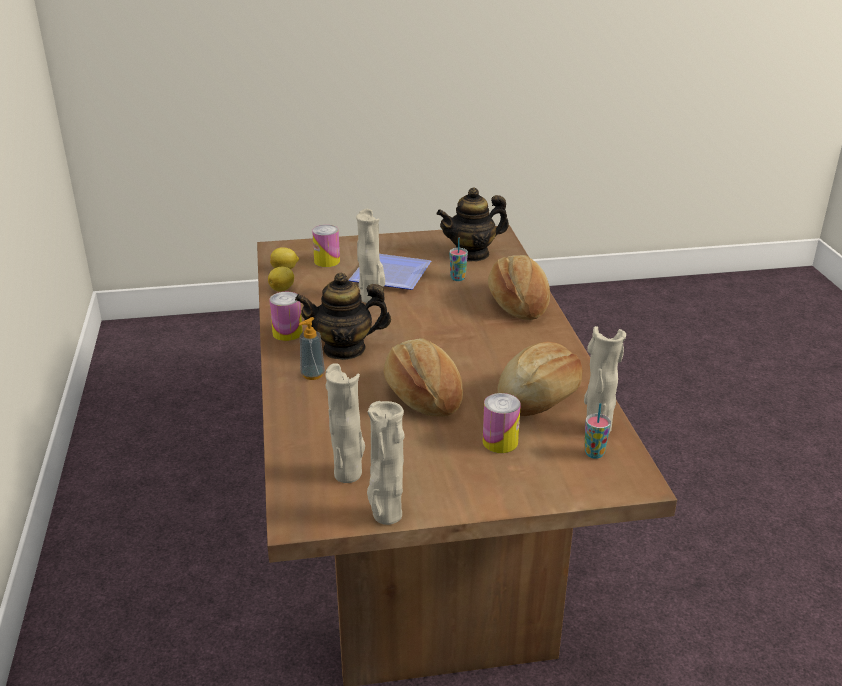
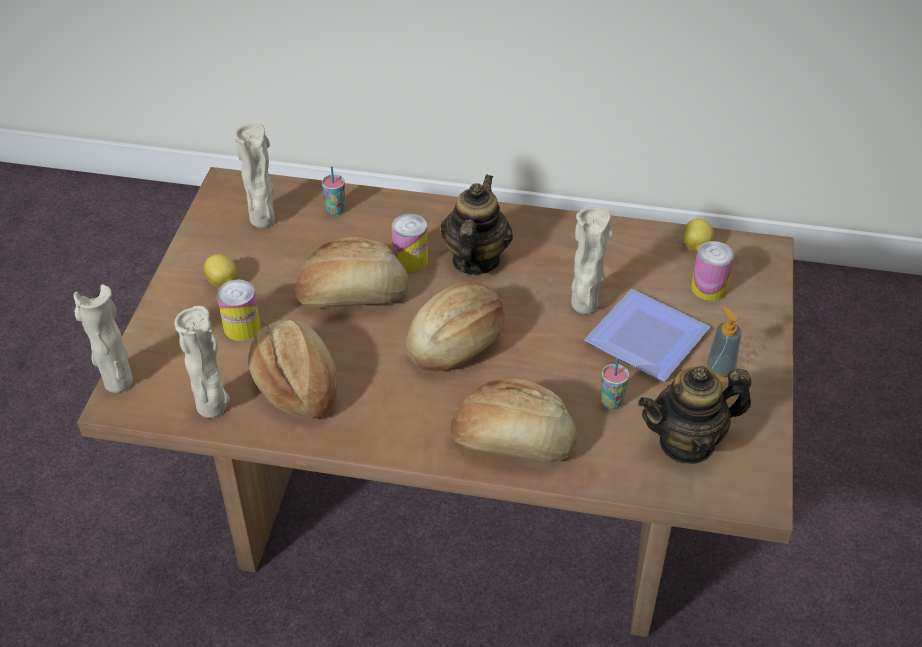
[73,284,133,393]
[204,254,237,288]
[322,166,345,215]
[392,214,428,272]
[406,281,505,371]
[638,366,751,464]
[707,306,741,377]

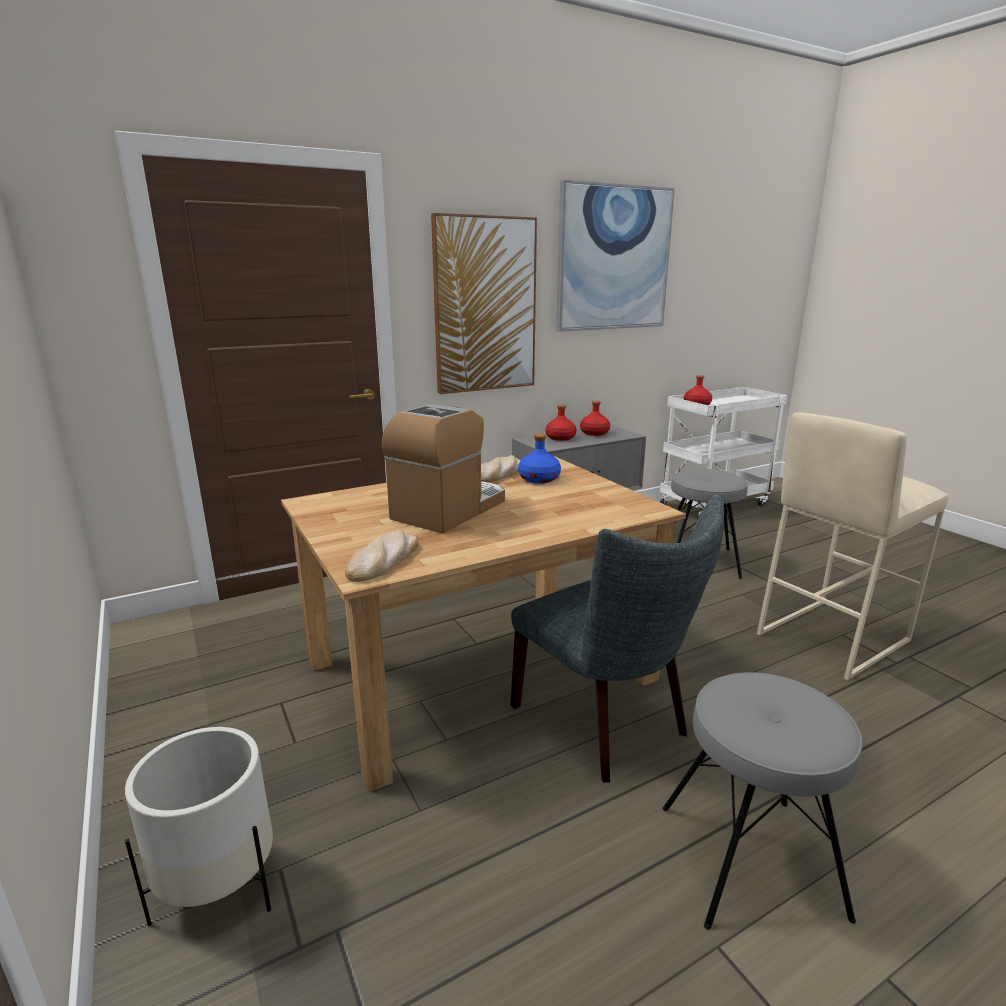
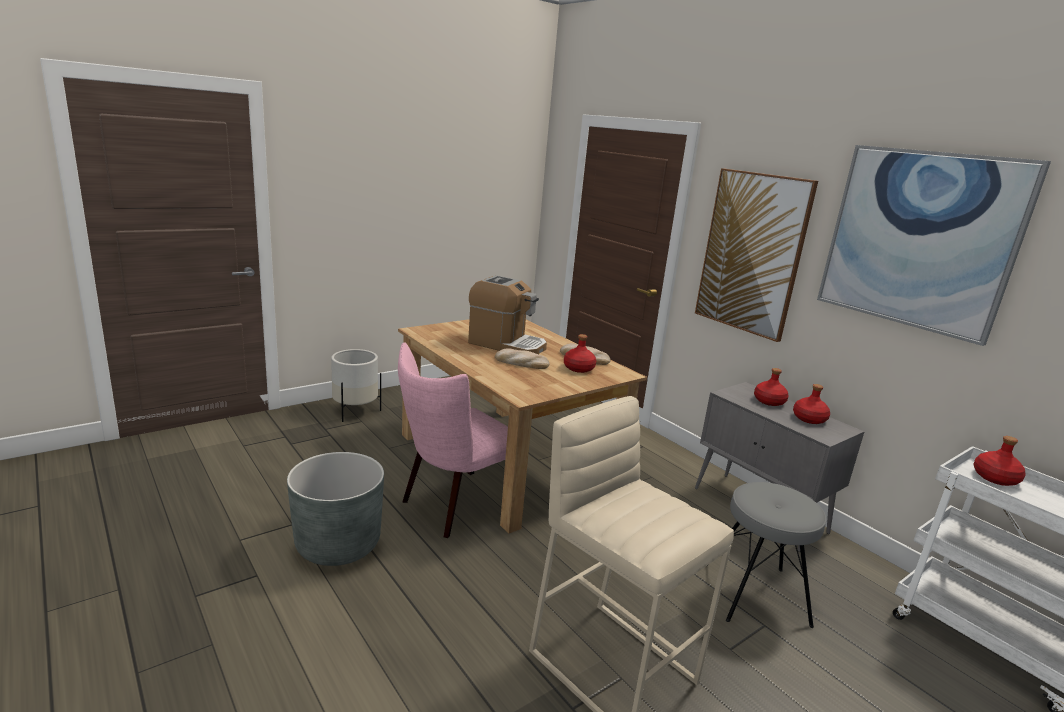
[287,452,384,566]
[398,342,508,538]
[495,348,550,369]
[564,334,596,373]

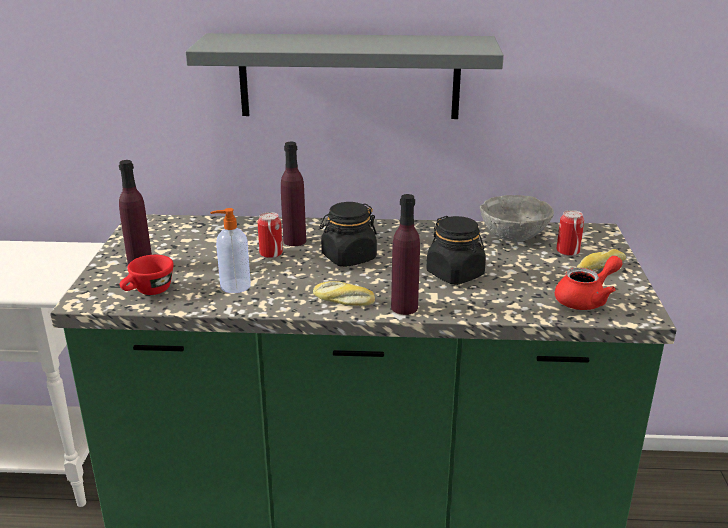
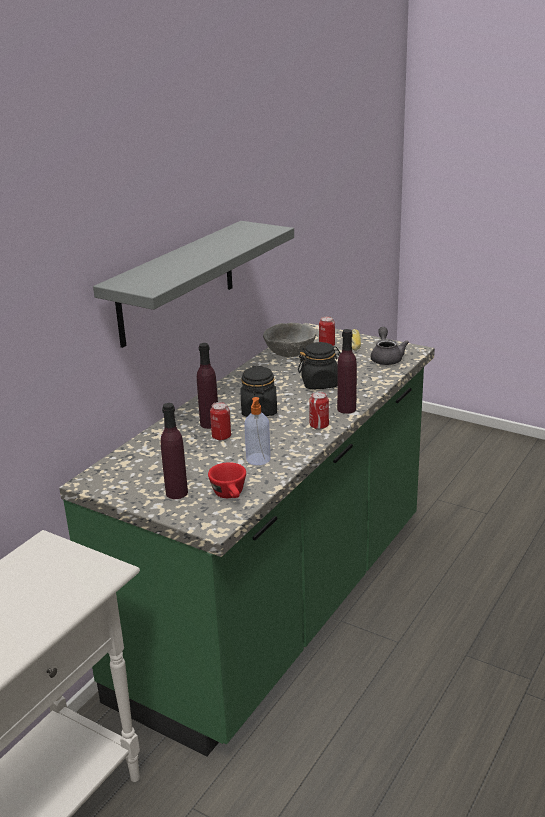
[309,391,329,429]
[371,327,409,365]

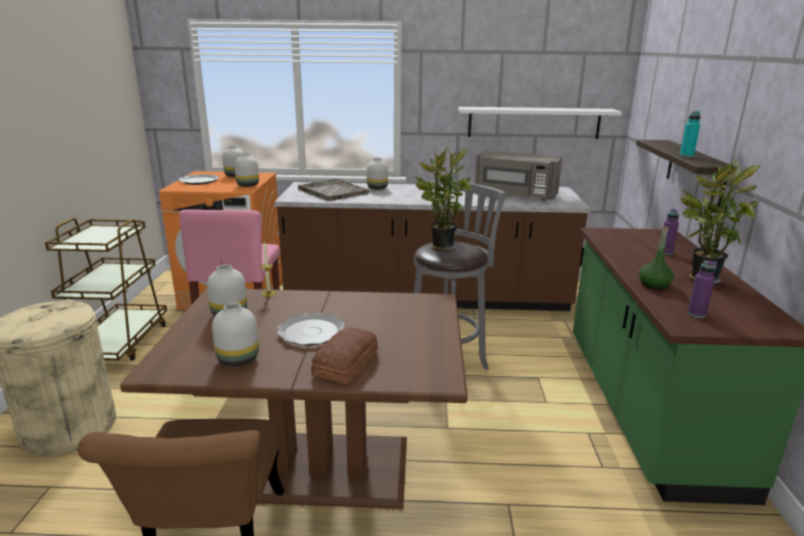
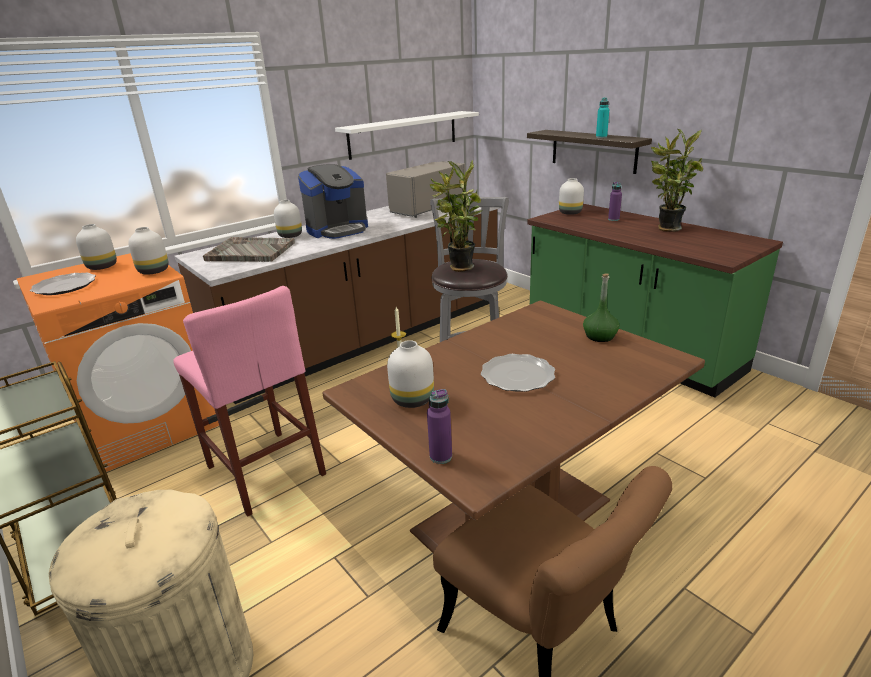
[298,164,368,239]
[386,161,465,218]
[427,389,452,464]
[559,178,584,215]
[583,273,619,342]
[311,328,378,384] (first image)

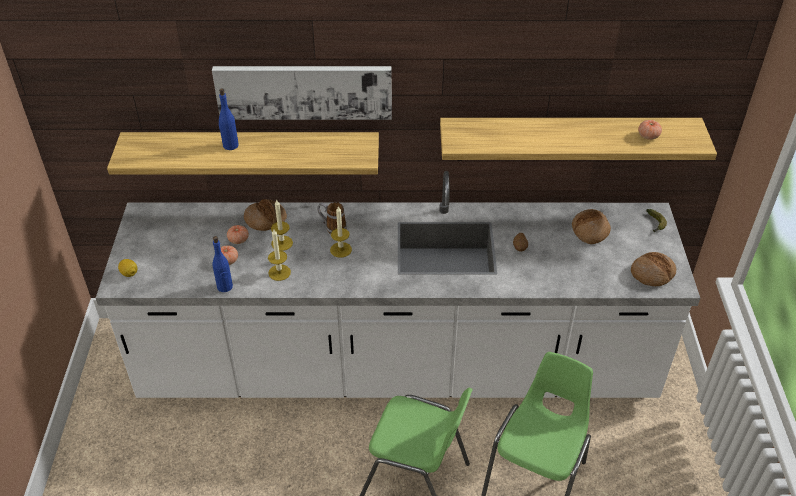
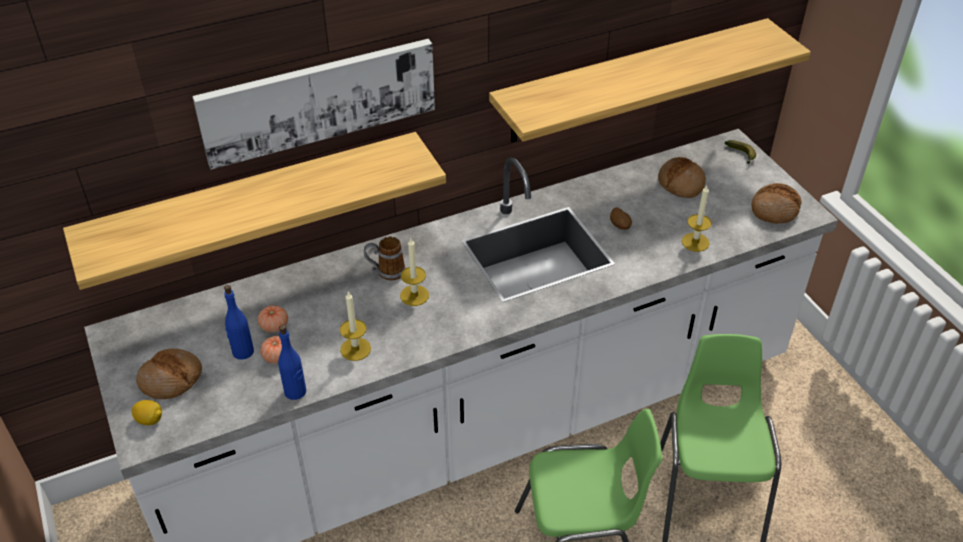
[136,349,202,399]
[224,285,254,360]
[682,186,712,252]
[638,120,662,140] (first image)

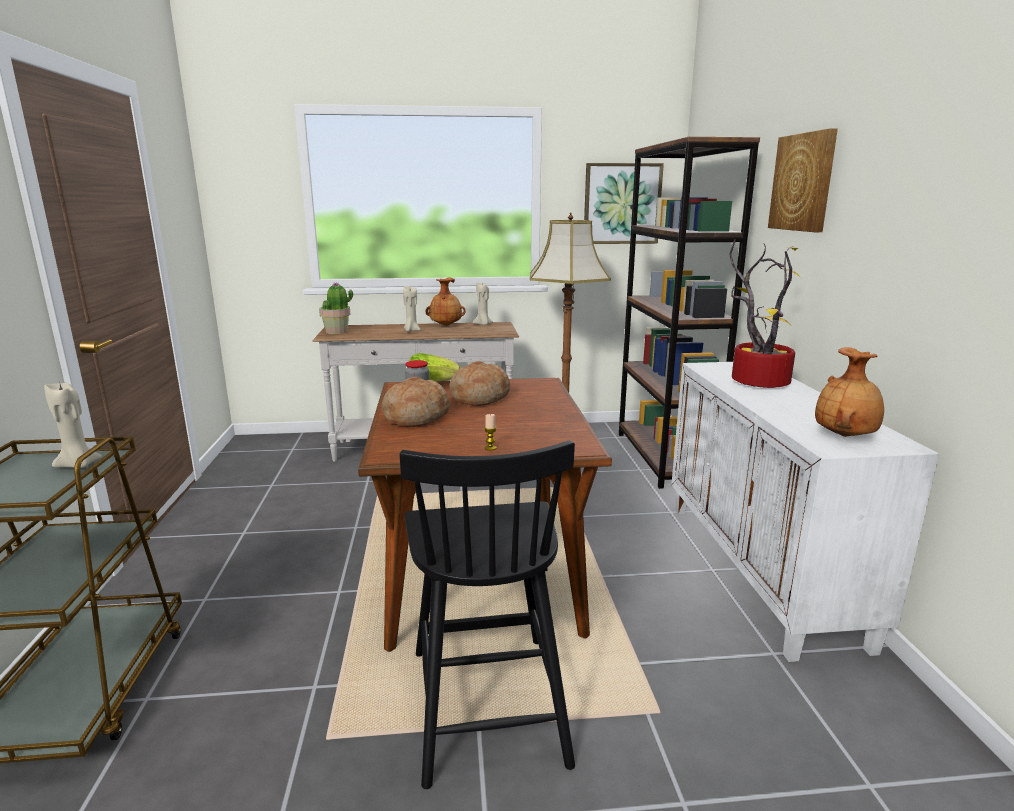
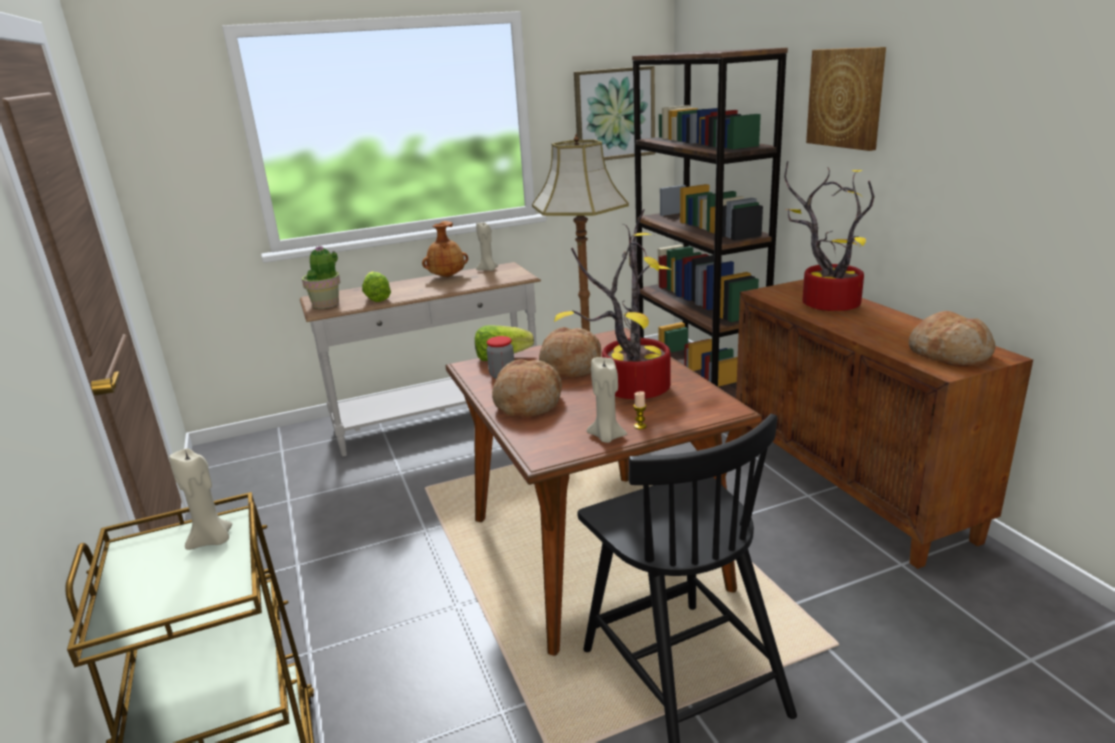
[362,271,391,302]
[554,209,679,399]
[587,357,627,443]
[736,279,1033,569]
[908,311,996,366]

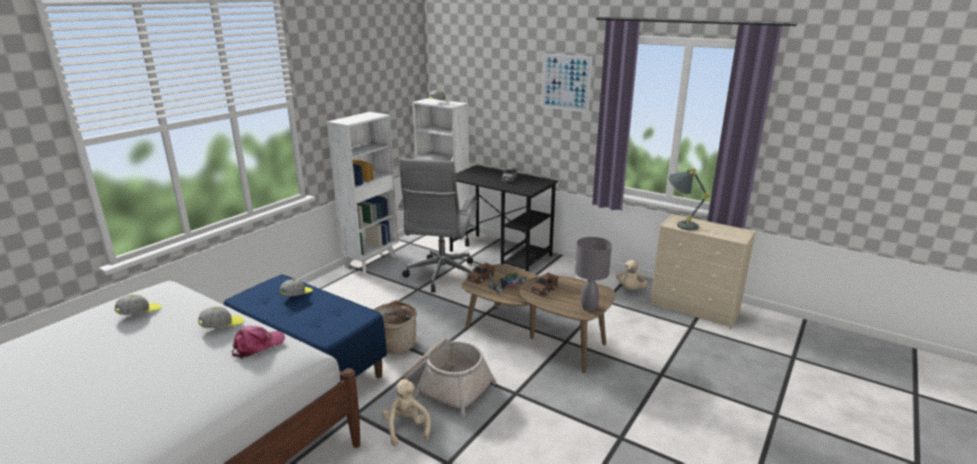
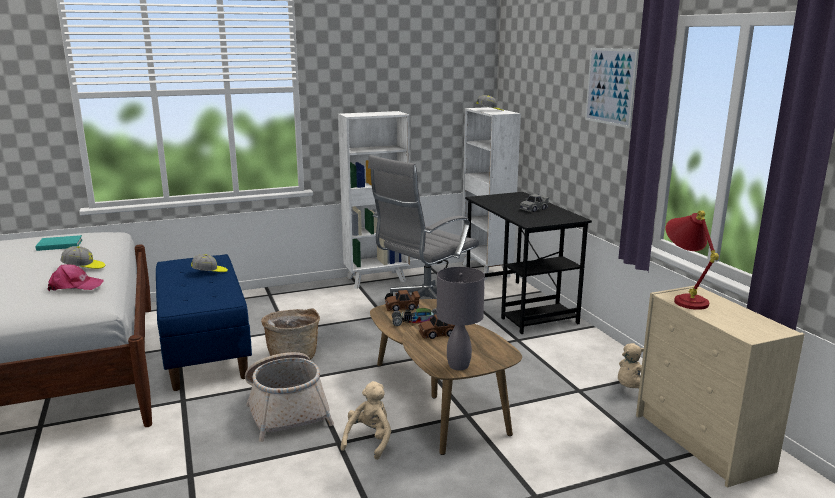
[35,235,83,251]
[341,381,391,460]
[666,211,719,310]

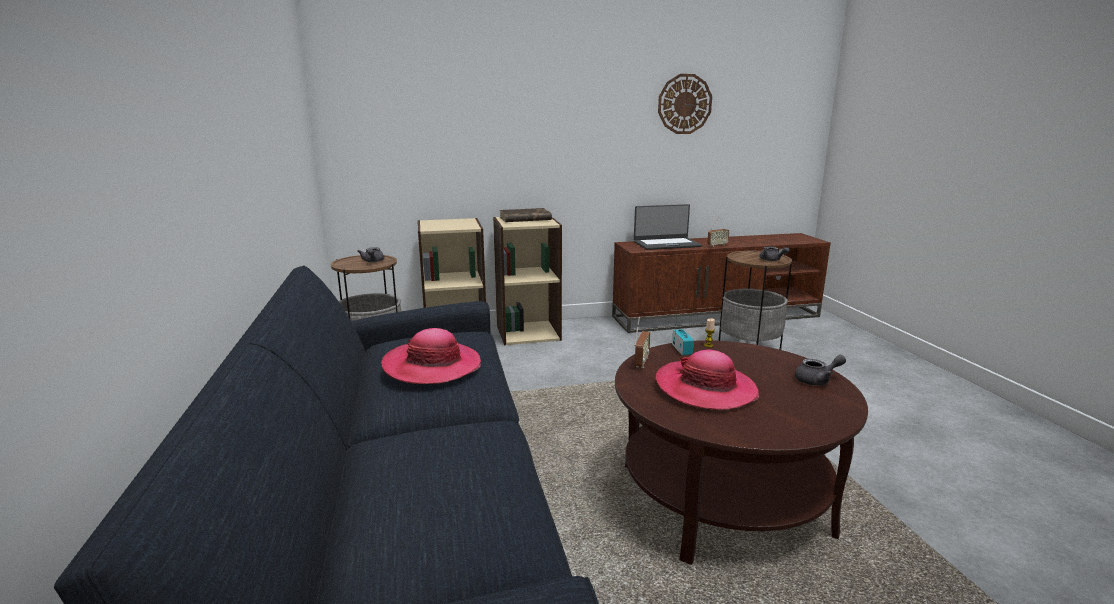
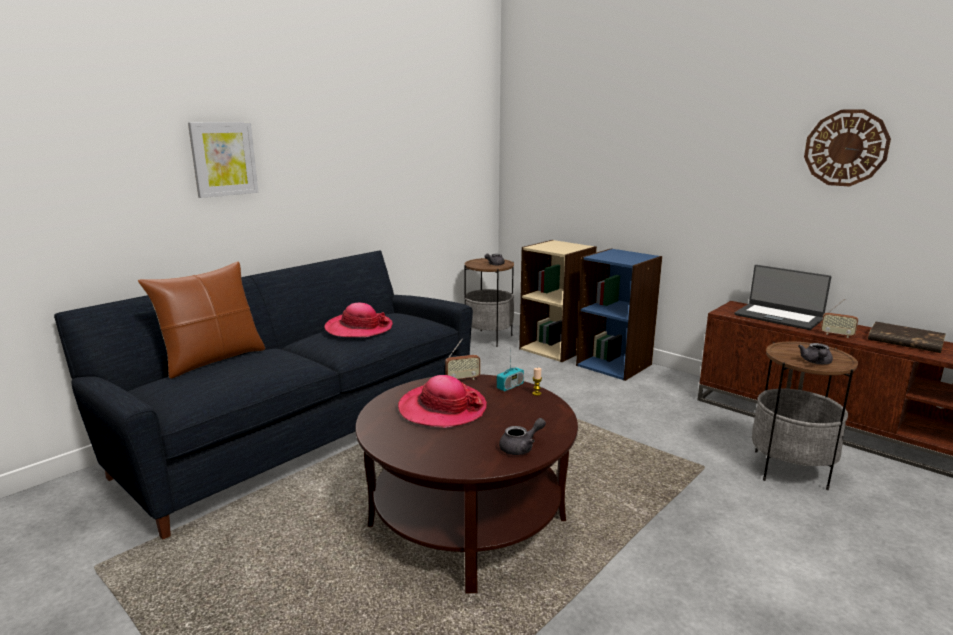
[138,261,265,379]
[188,122,258,198]
[499,418,546,455]
[576,248,662,381]
[868,322,946,353]

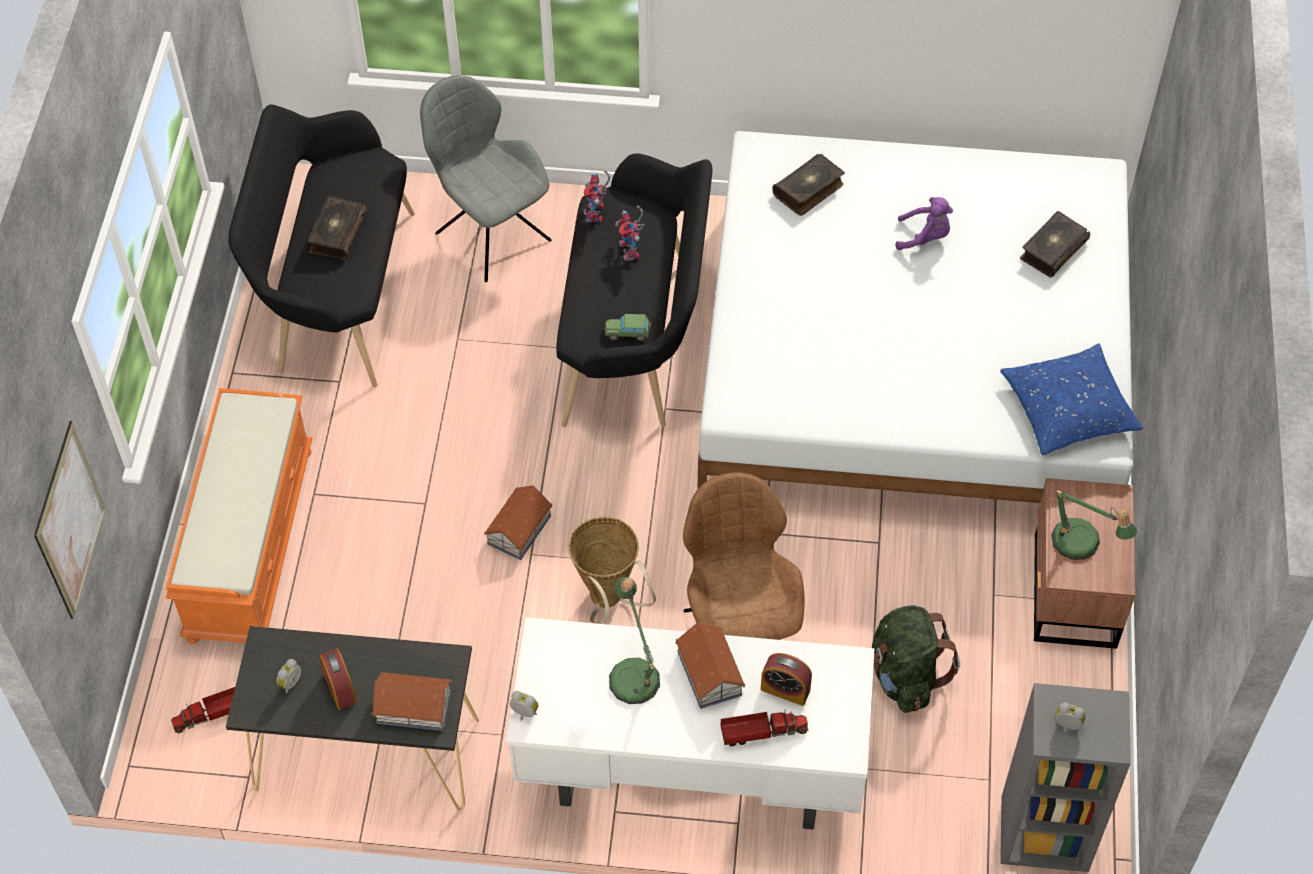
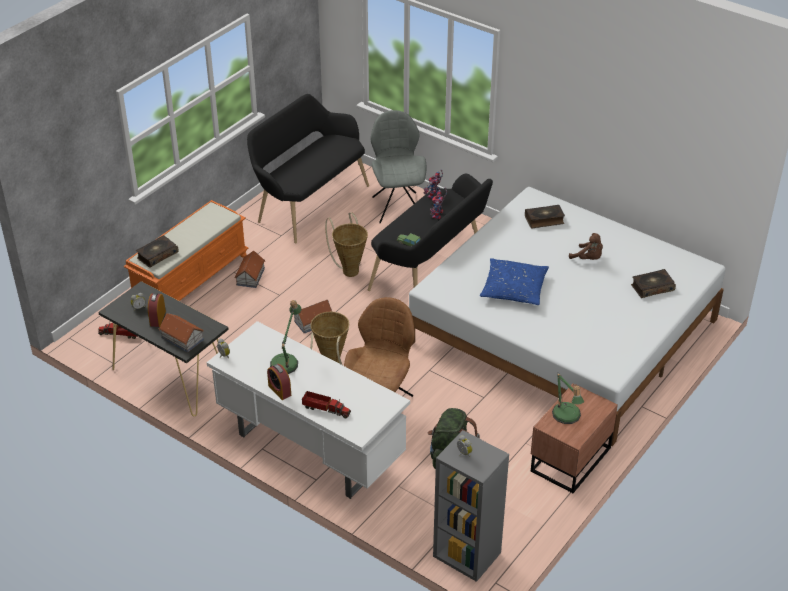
[136,235,178,268]
[234,251,265,288]
[267,364,291,400]
[325,212,368,277]
[480,258,549,305]
[569,233,603,260]
[34,421,105,619] (first image)

